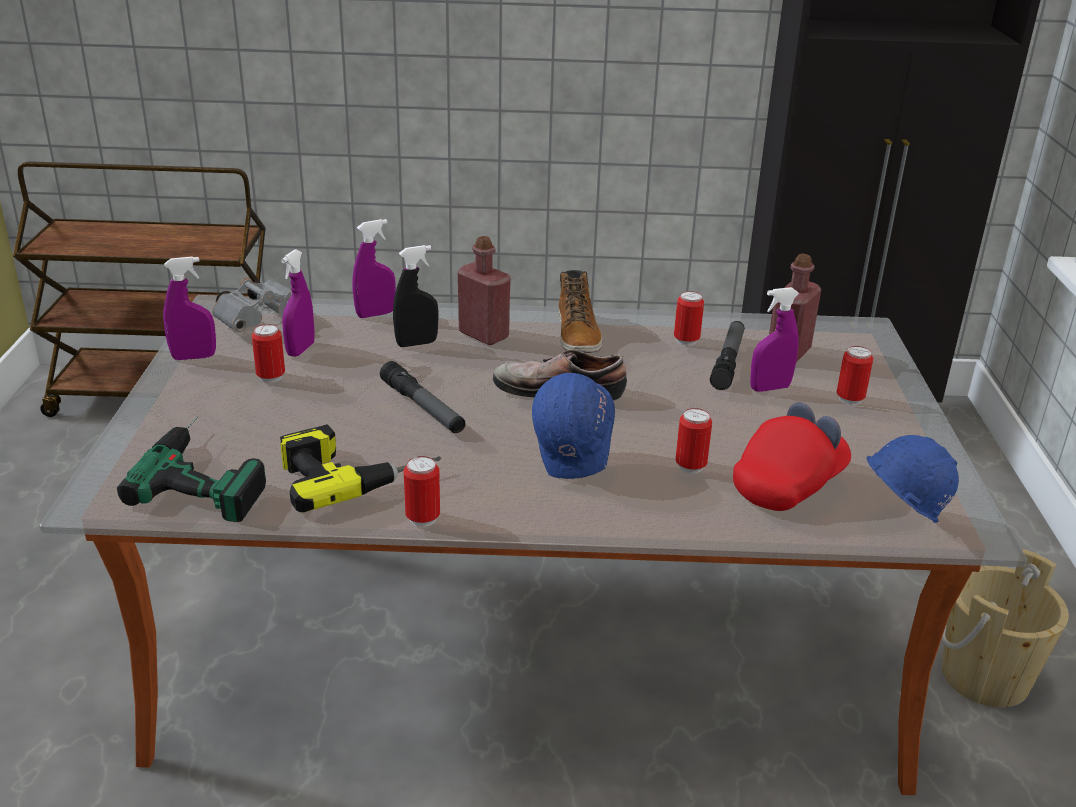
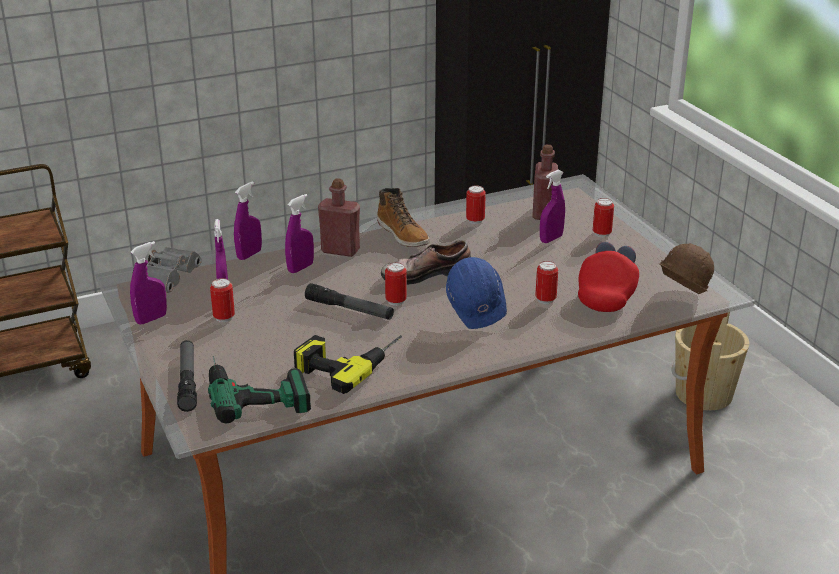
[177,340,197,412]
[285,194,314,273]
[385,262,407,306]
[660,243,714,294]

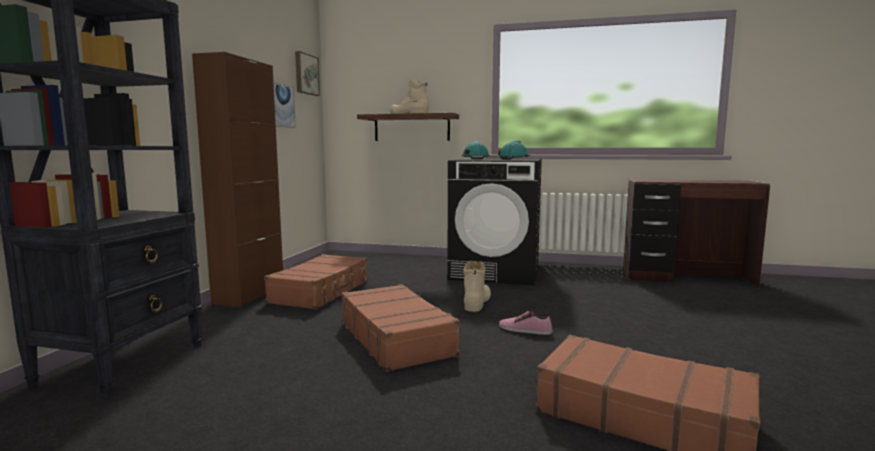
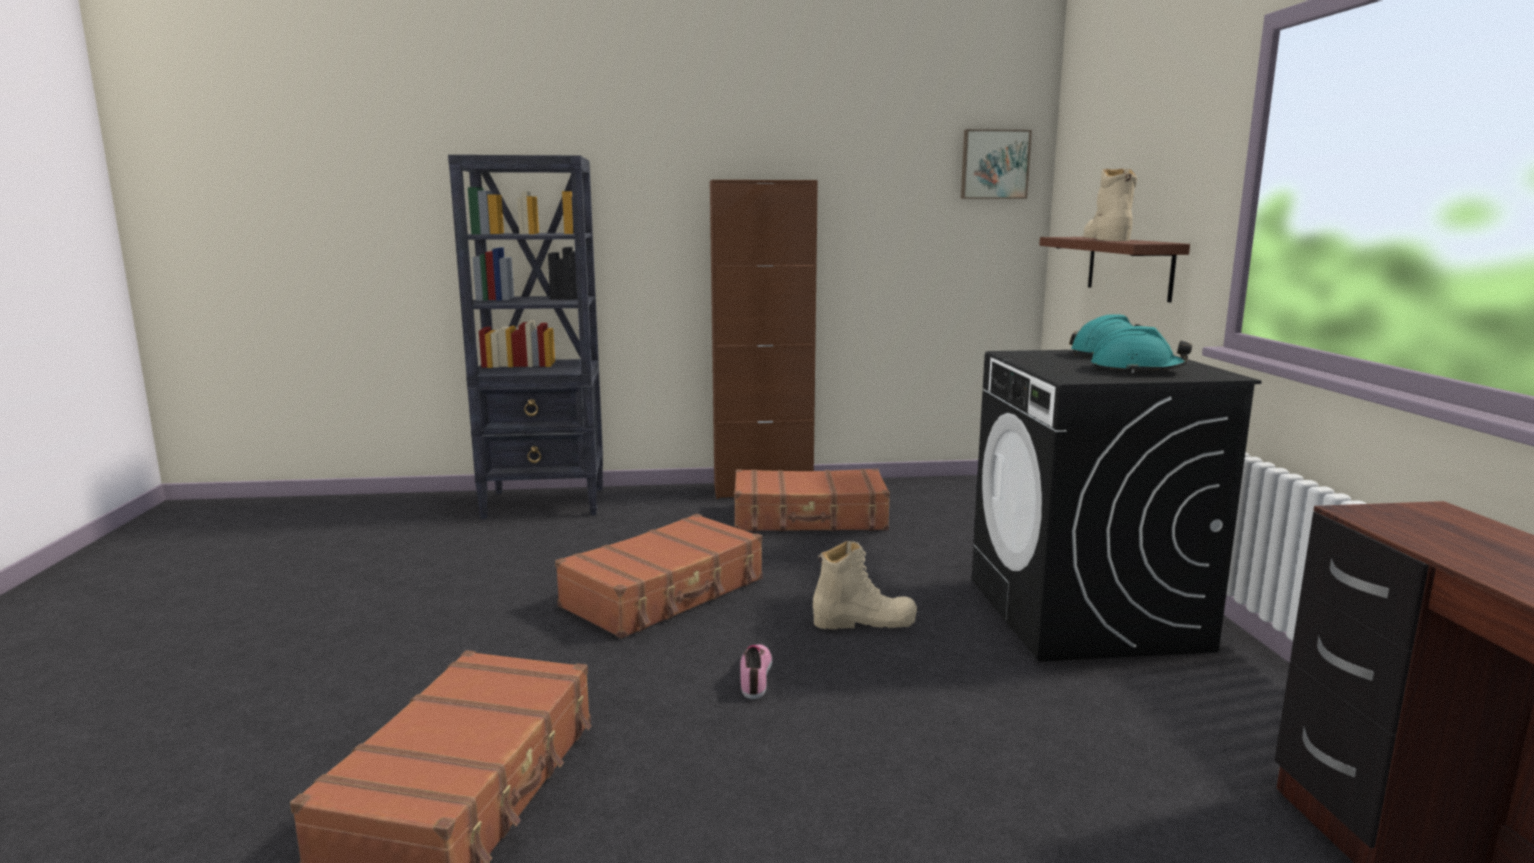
[274,83,296,128] (first image)

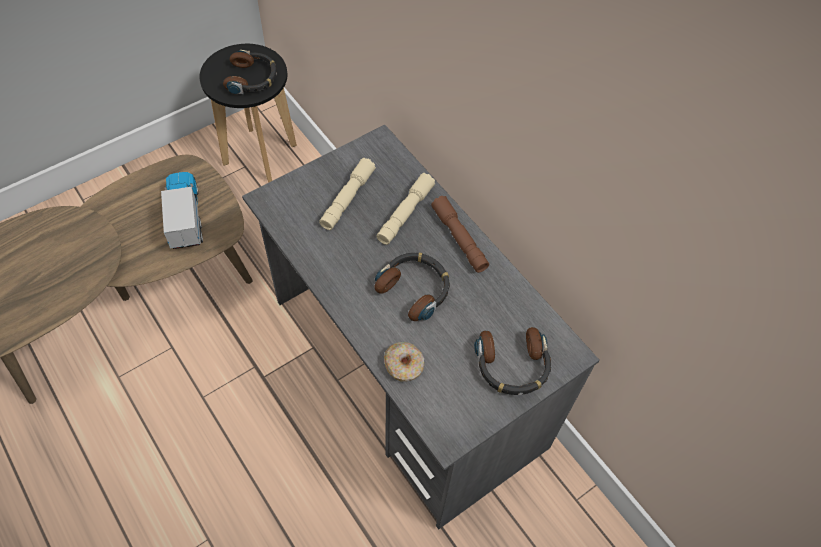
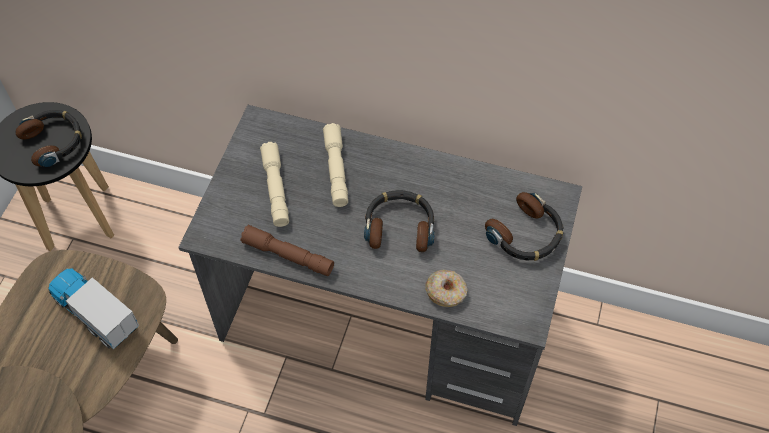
[240,225,334,276]

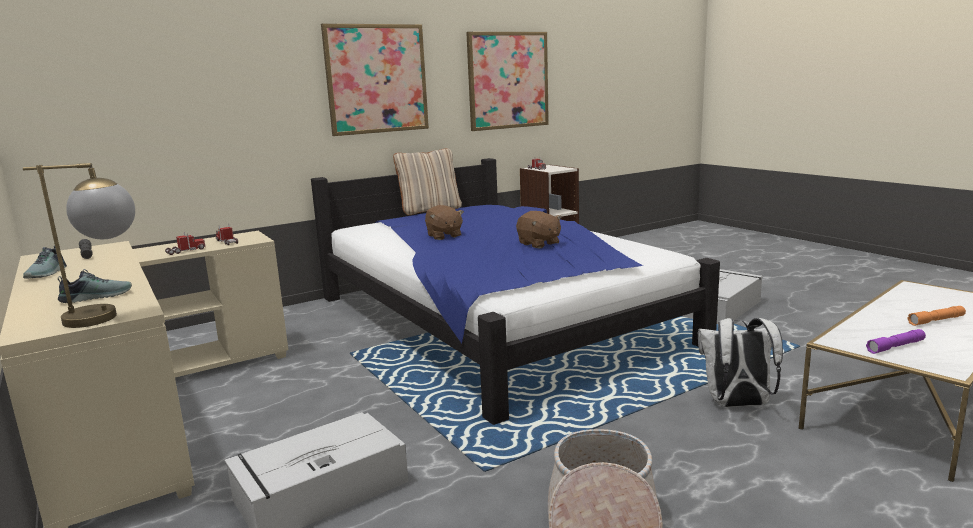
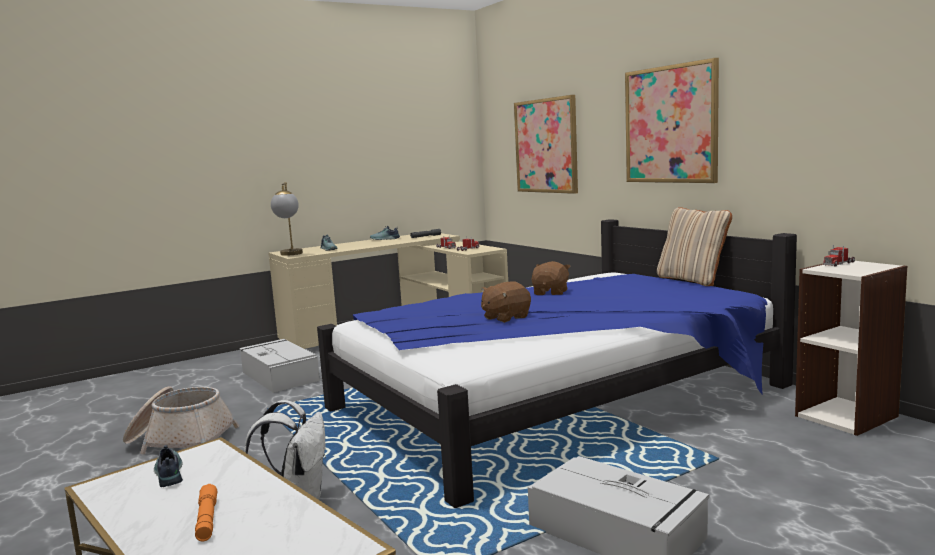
[154,445,183,487]
[514,95,578,194]
[531,261,571,295]

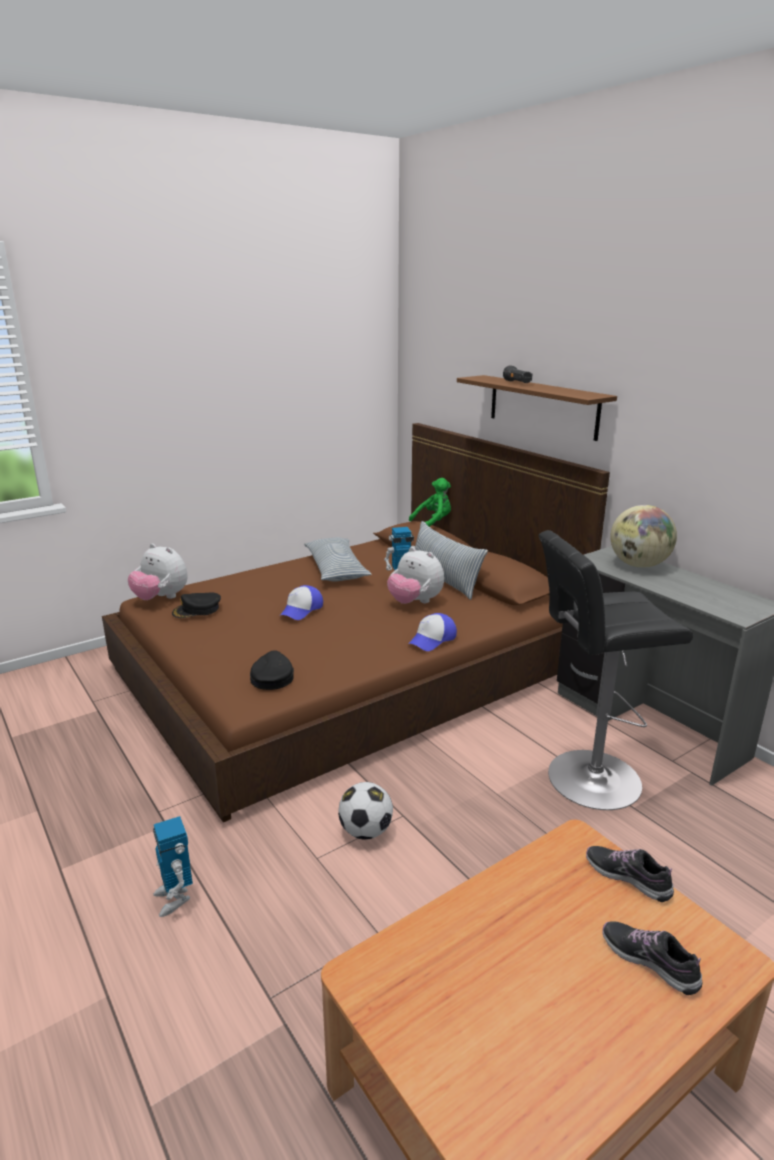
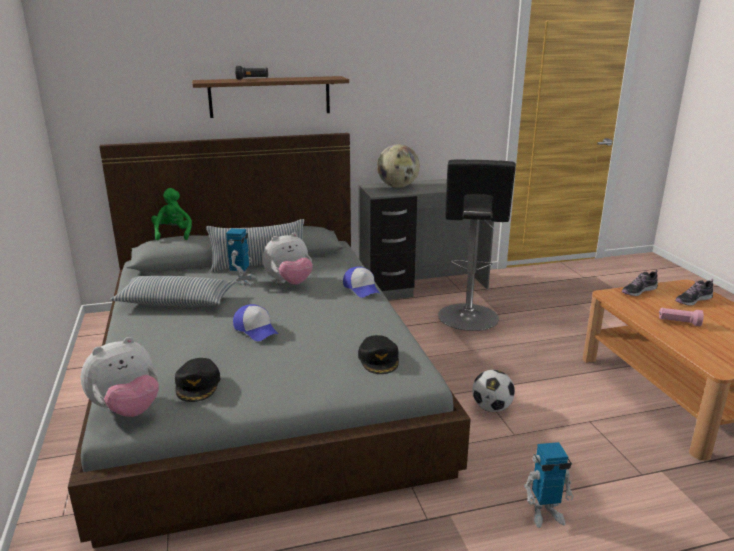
[68,133,471,548]
[358,335,399,374]
[659,307,704,326]

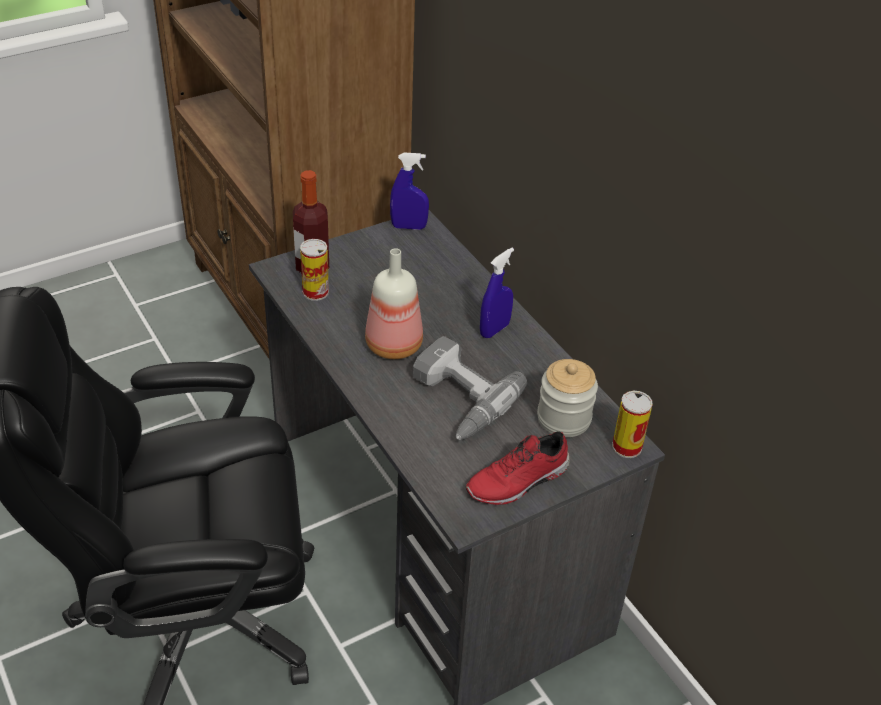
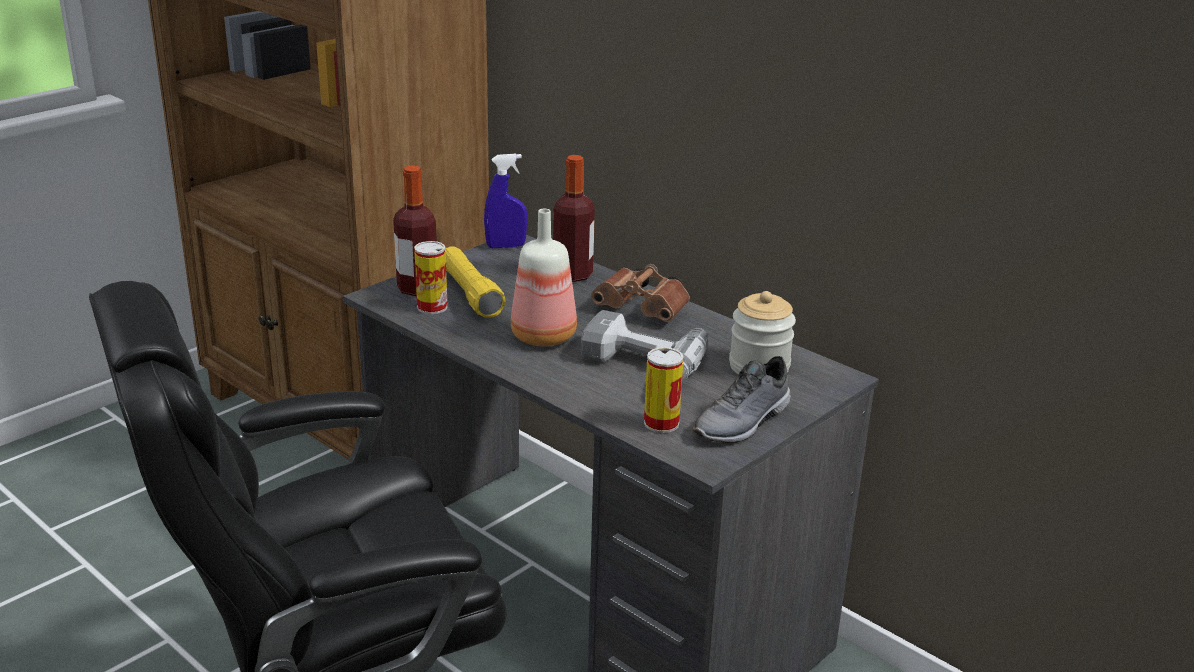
[445,246,506,317]
[553,155,595,282]
[591,264,690,322]
[644,347,684,433]
[693,356,791,443]

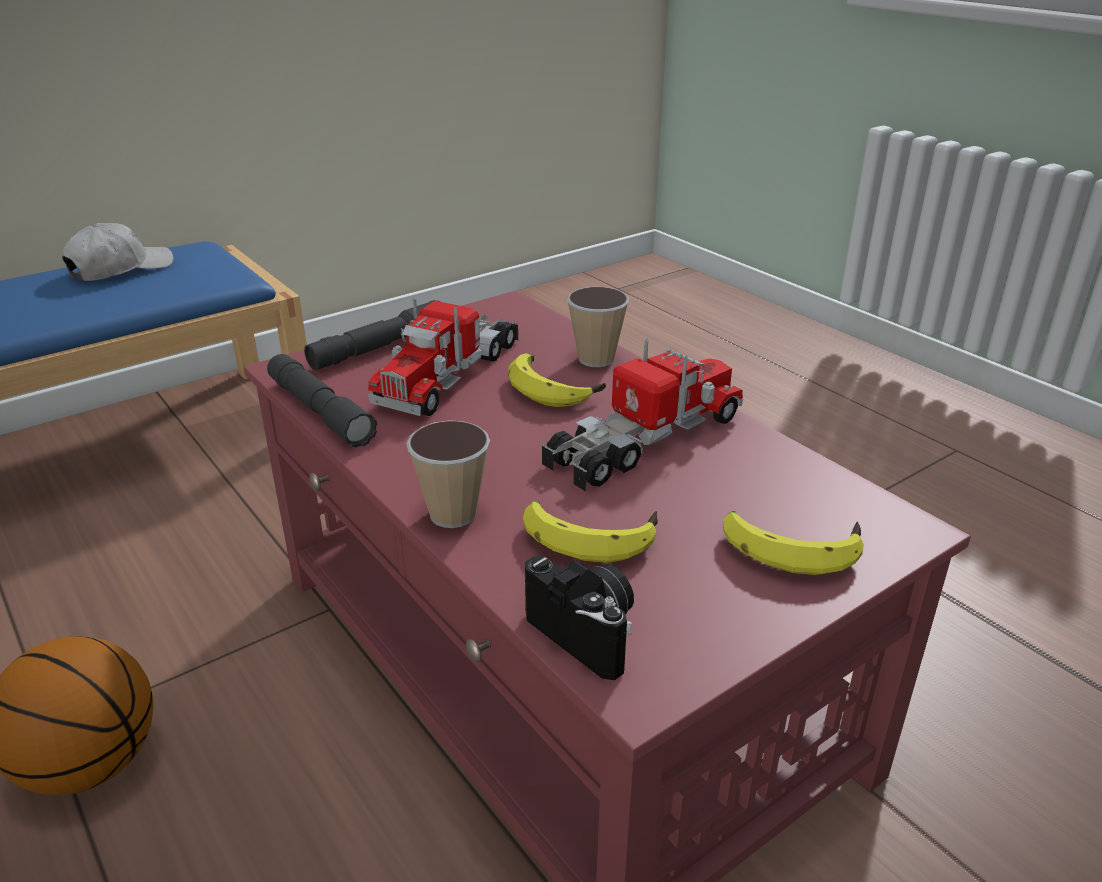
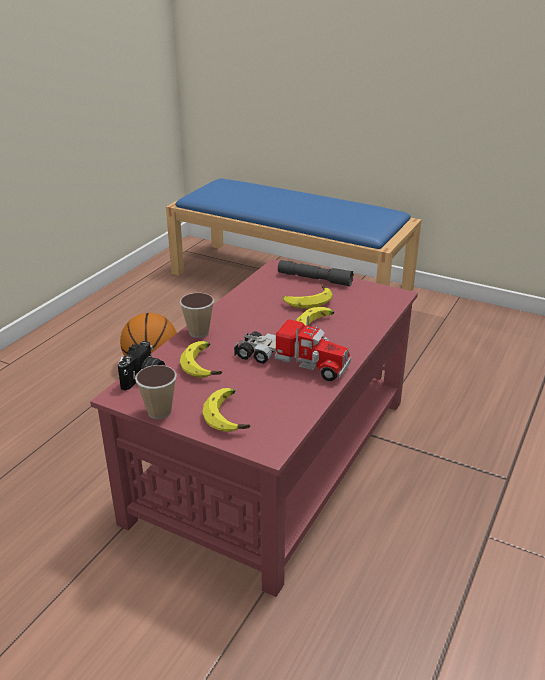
[135,365,177,419]
[283,285,332,308]
[62,223,174,281] (first image)
[267,354,377,448] (first image)

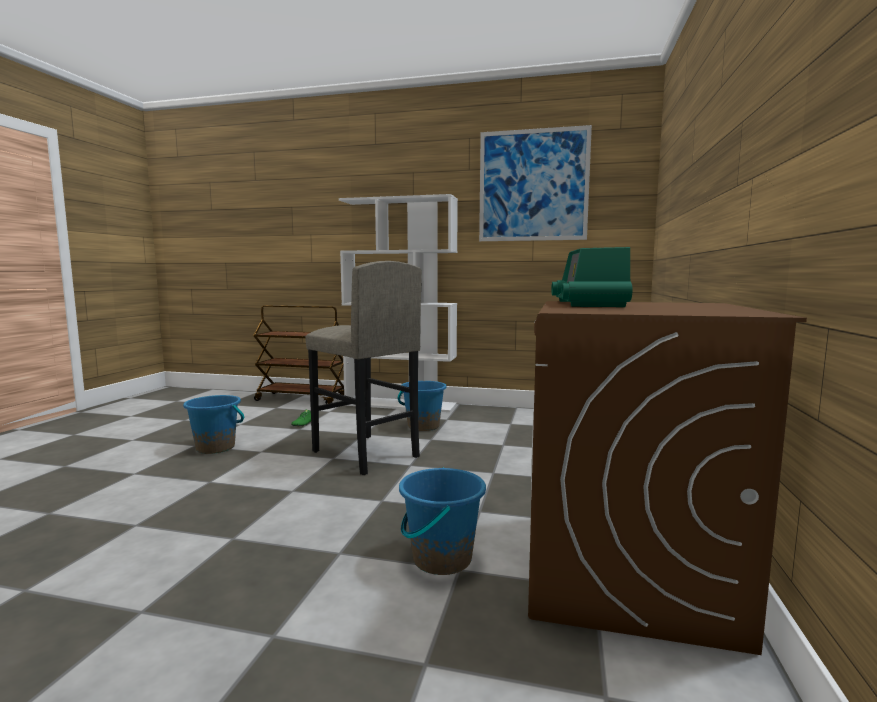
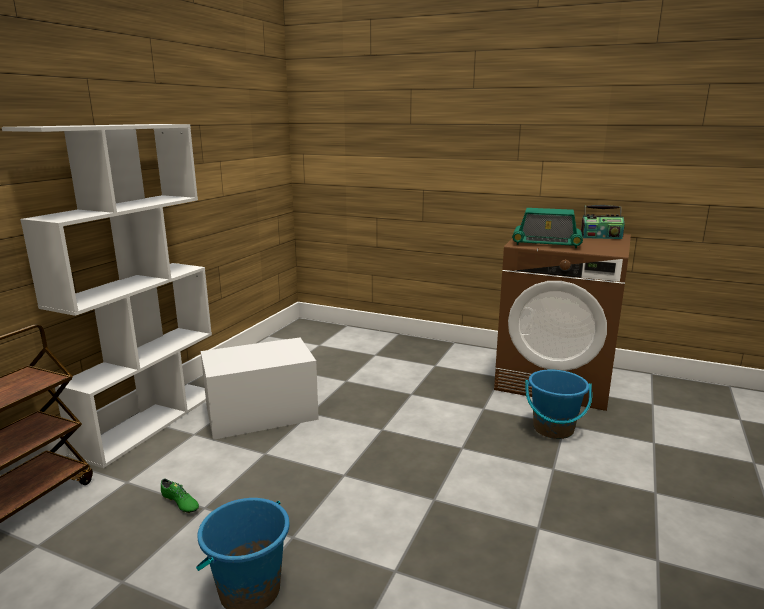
[201,337,319,440]
[581,205,625,239]
[305,261,422,475] (first image)
[479,125,592,241] (first image)

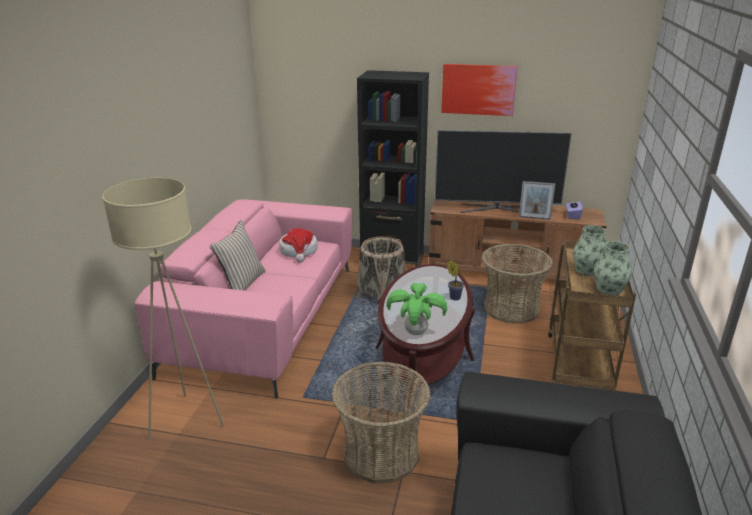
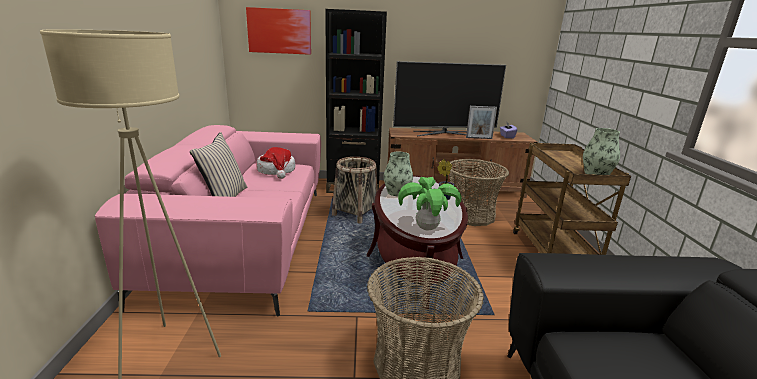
[246,7,311,55]
[384,152,413,196]

